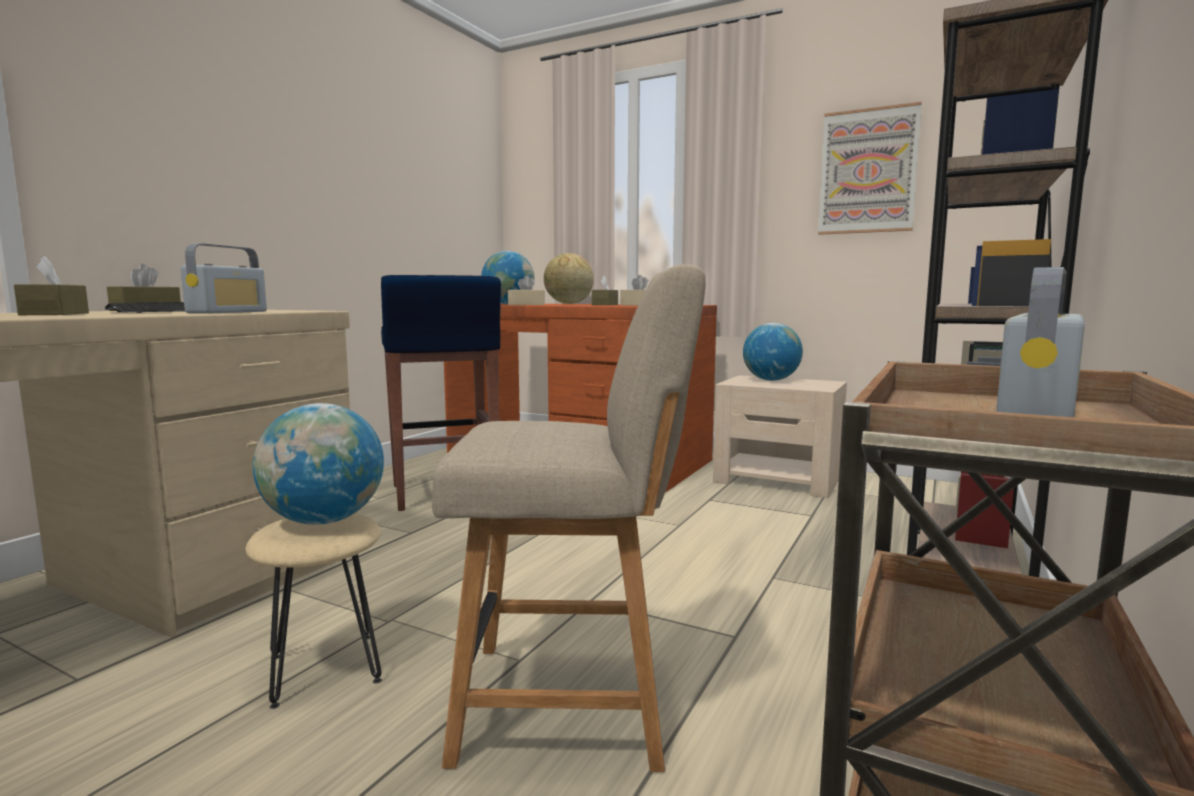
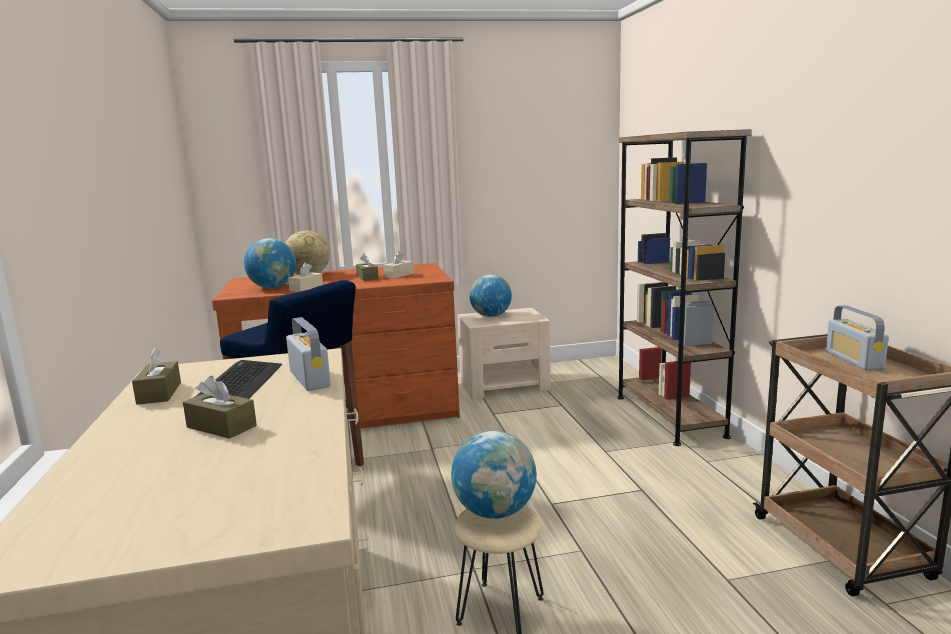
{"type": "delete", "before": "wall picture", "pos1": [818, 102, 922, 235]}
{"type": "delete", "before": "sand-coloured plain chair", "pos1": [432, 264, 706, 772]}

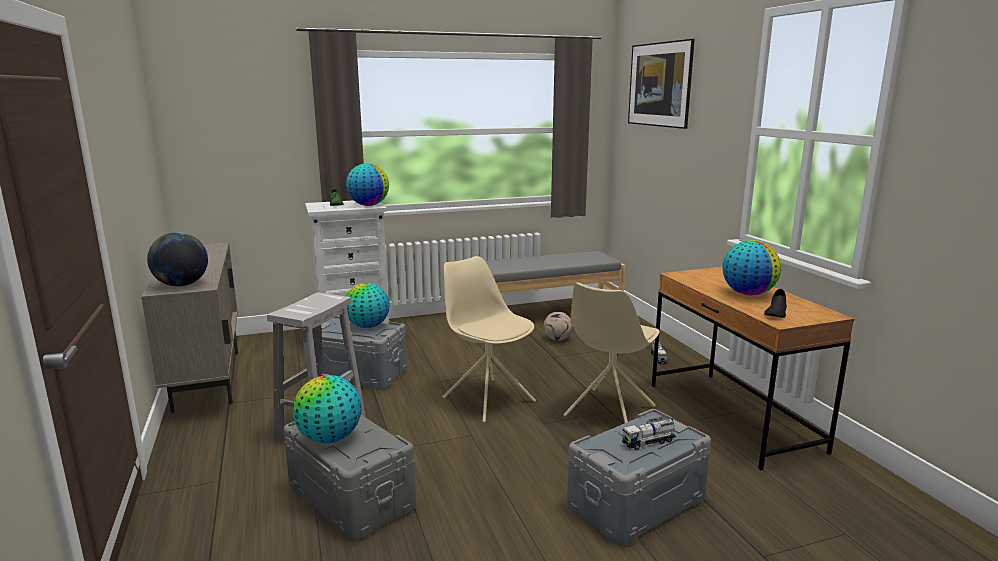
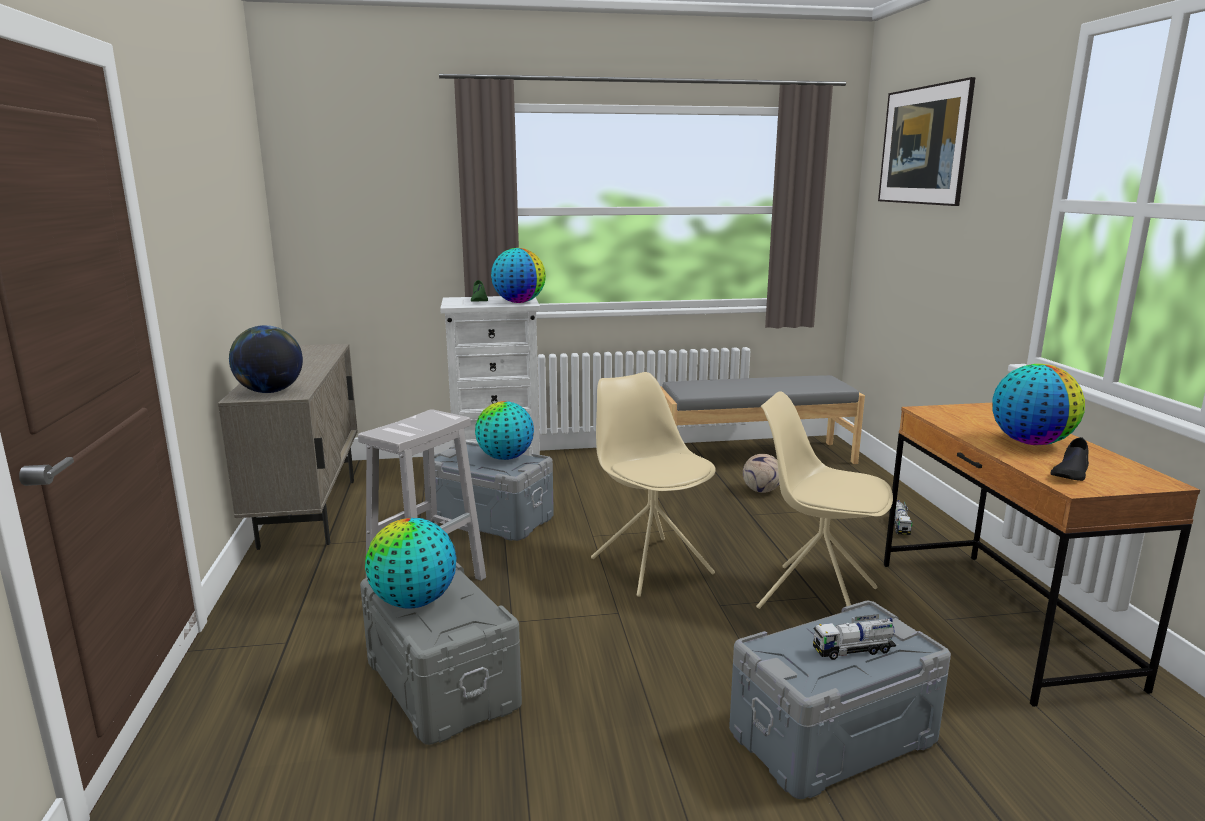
{"type": "rotate", "before": "sand-coloured plain chair", "pos1": [564, 283, 660, 423], "pos2": [756, 391, 893, 609], "turn": 75}

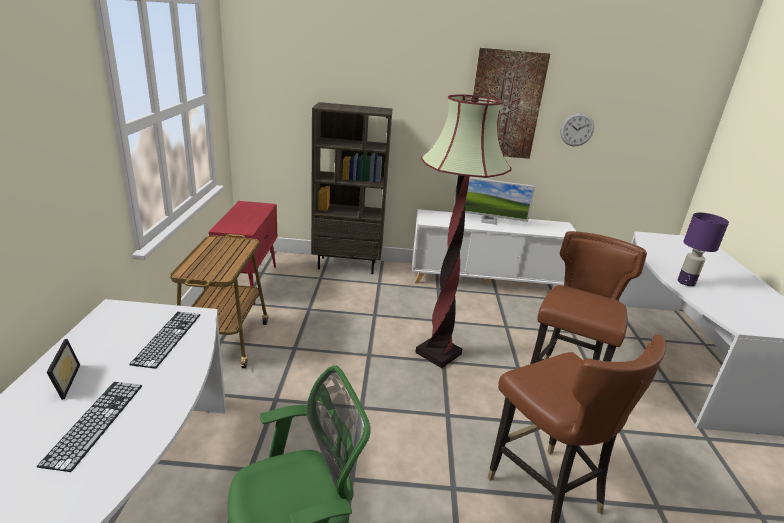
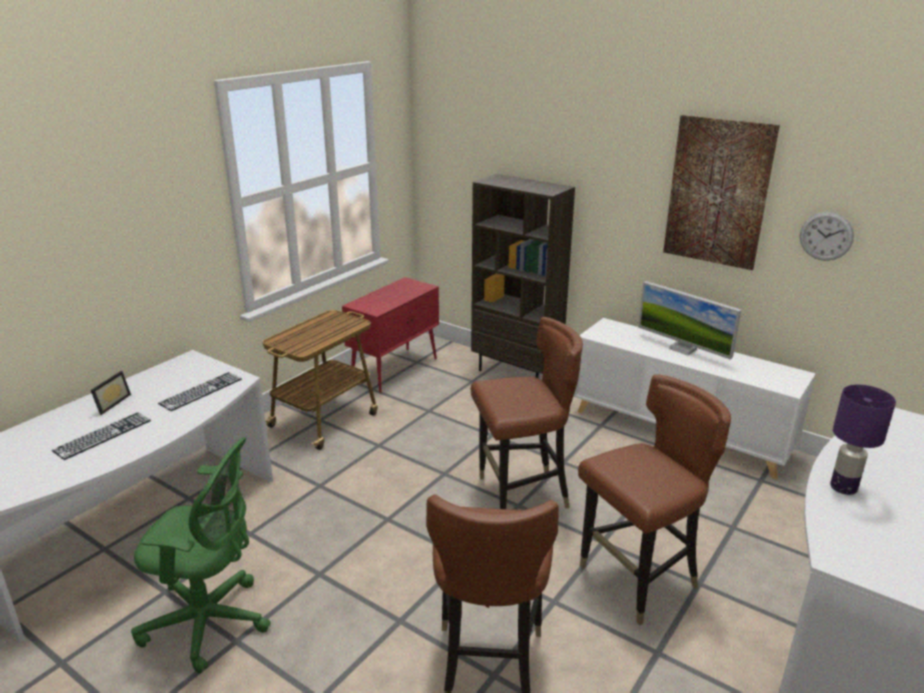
{"type": "replace", "before": "standing lamp", "after": "brown plain chair", "pos1": [415, 94, 512, 368], "pos2": [471, 317, 583, 509]}

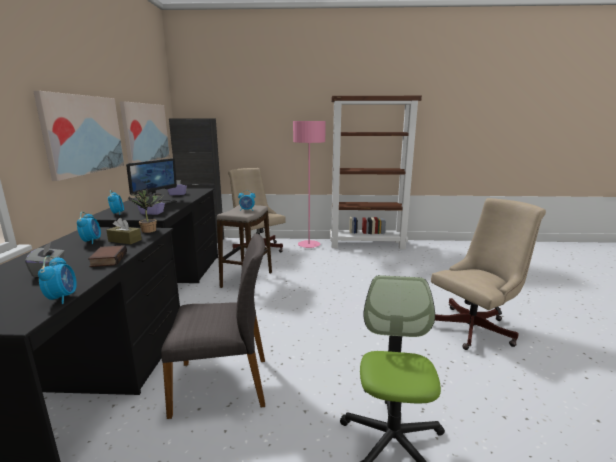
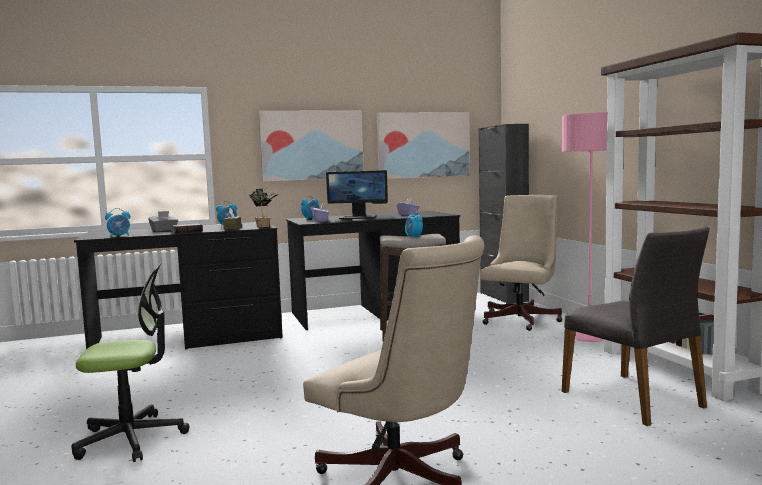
{"type": "move", "before": "gray plain chair", "pos1": [161, 233, 265, 419], "pos2": [562, 227, 709, 426]}

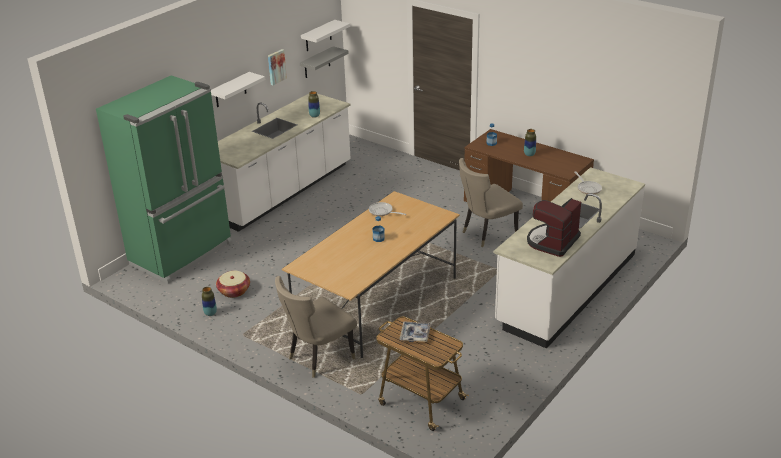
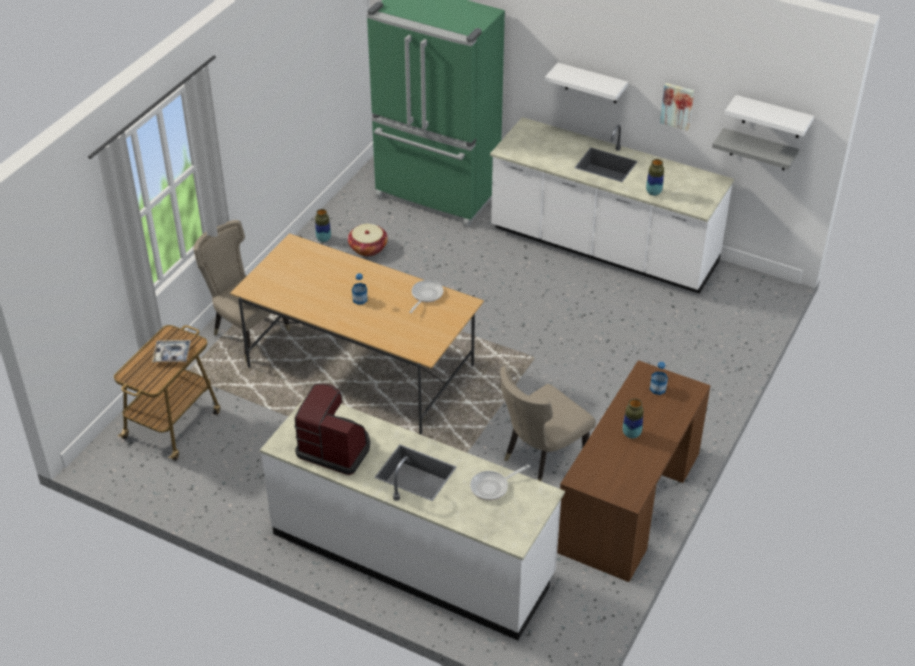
{"type": "rotate", "before": "sand-coloured plain chair", "pos1": [459, 158, 523, 247], "pos2": [500, 367, 596, 481], "turn": -90}

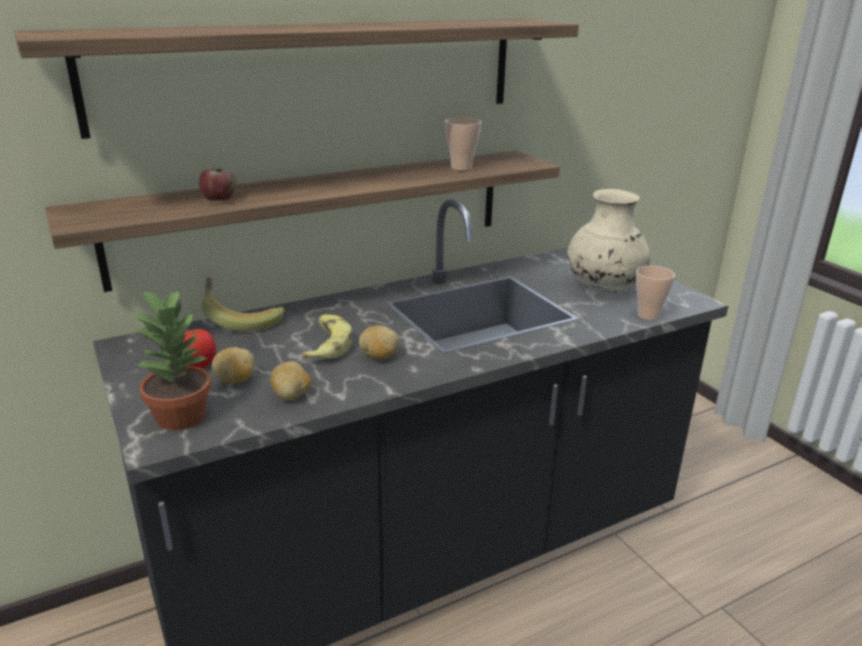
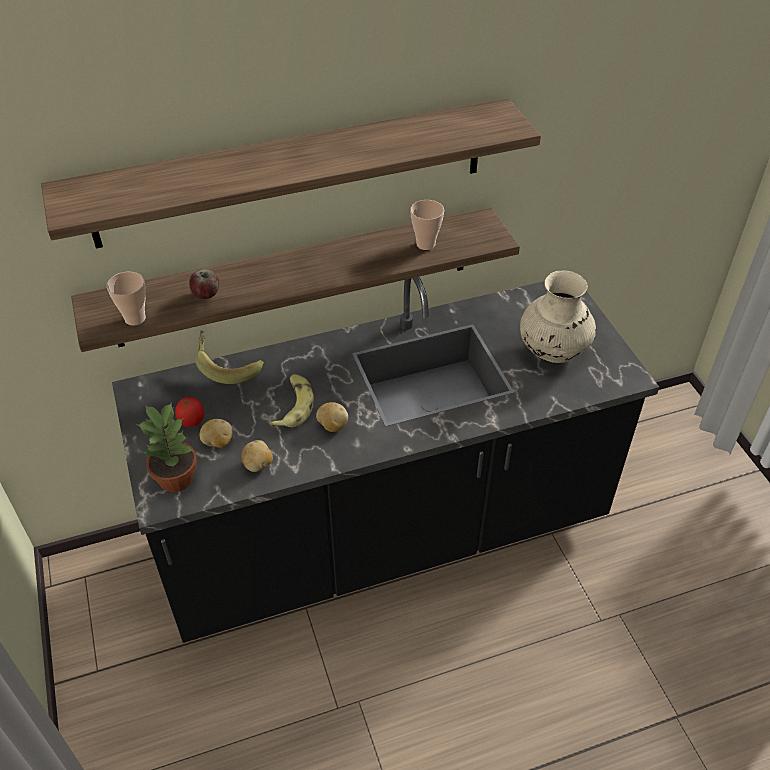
{"type": "move", "before": "cup", "pos1": [636, 266, 675, 320], "pos2": [107, 272, 146, 325]}

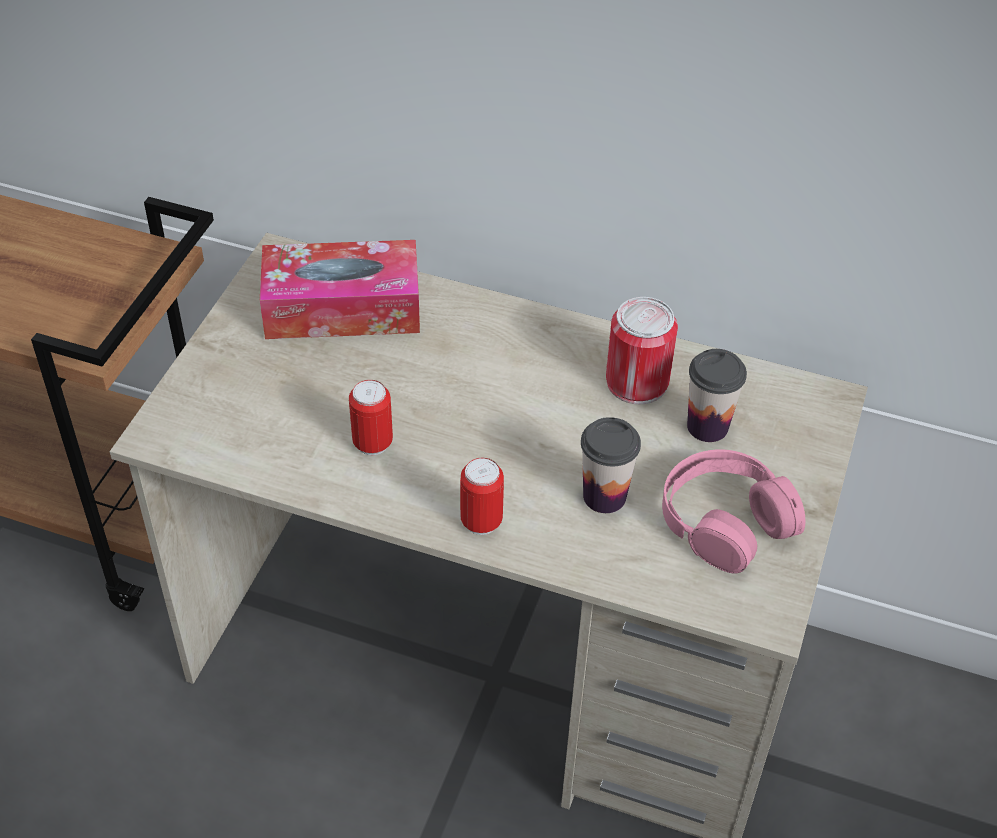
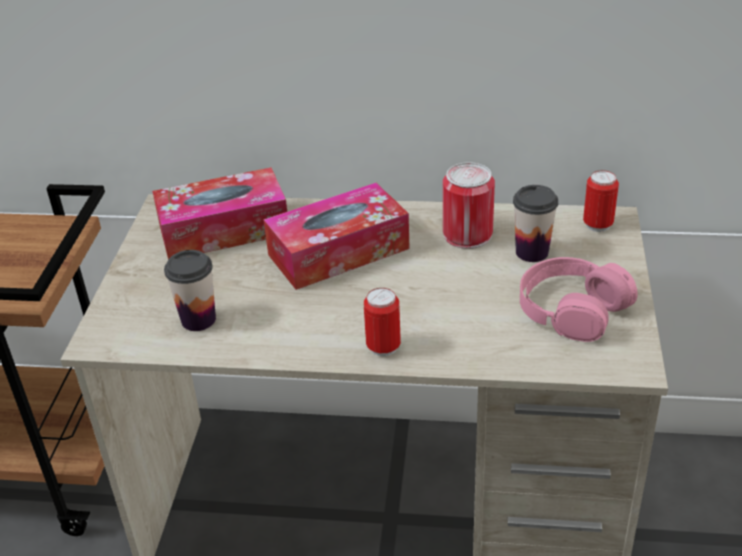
{"type": "move", "before": "can", "pos1": [349, 380, 393, 455], "pos2": [583, 170, 619, 232]}
{"type": "move", "before": "cup", "pos1": [581, 417, 641, 513], "pos2": [164, 250, 216, 331]}
{"type": "insert", "after": "tissue holder", "pos2": [263, 183, 410, 290]}

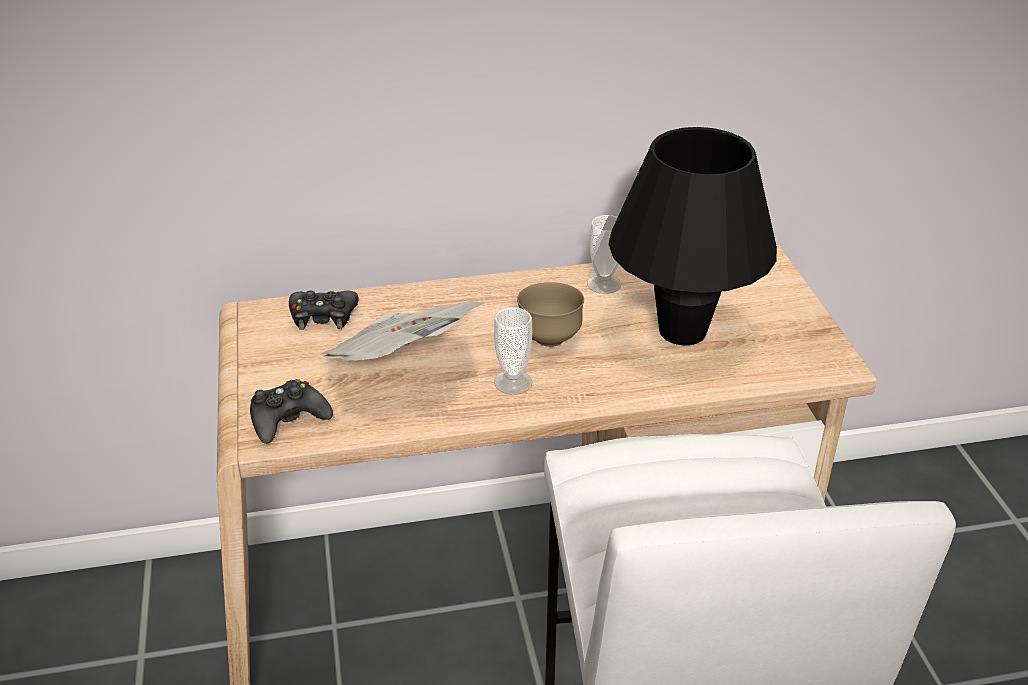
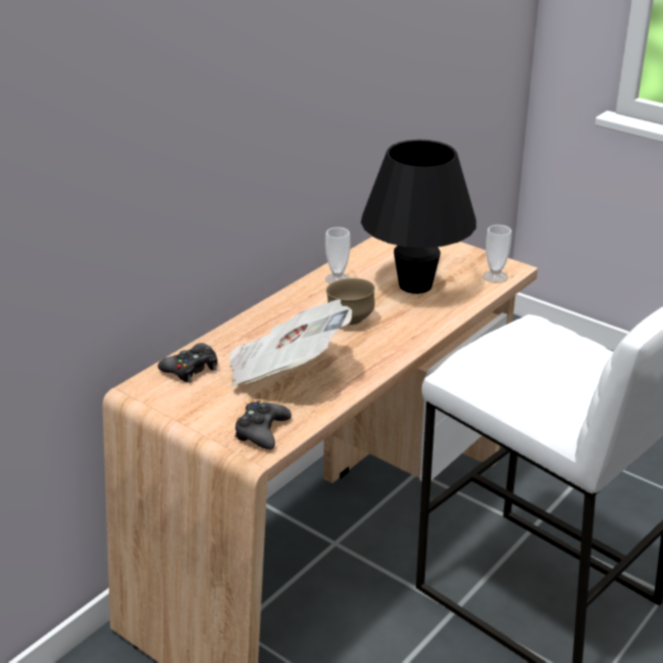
{"type": "move", "before": "cup", "pos1": [494, 307, 533, 395], "pos2": [483, 225, 512, 283]}

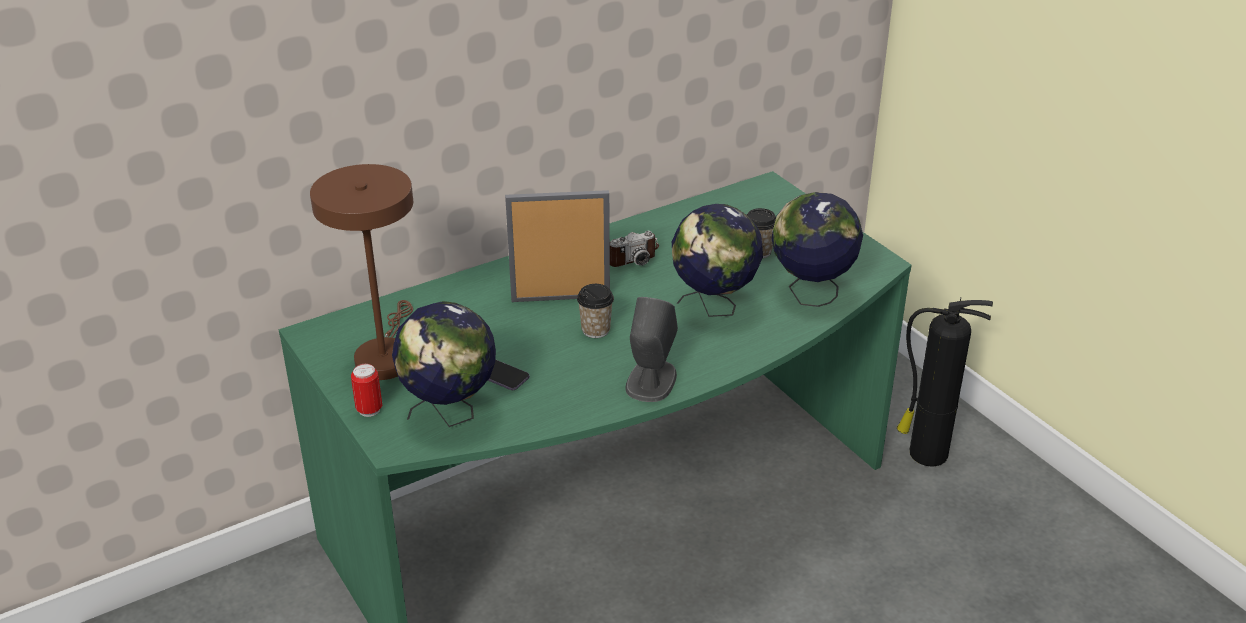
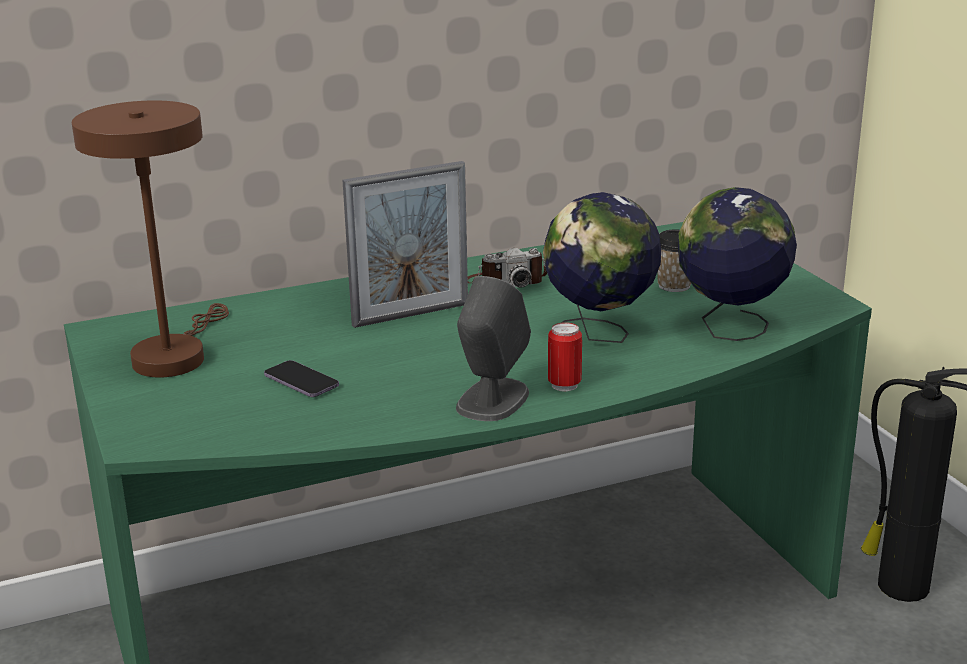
{"type": "rotate", "before": "standing frame", "pos1": [505, 190, 610, 302], "pos2": [342, 161, 468, 328], "turn": 150}
{"type": "delete", "before": "cup", "pos1": [577, 284, 614, 338]}
{"type": "delete", "before": "world globe", "pos1": [392, 301, 496, 427]}
{"type": "move", "before": "can", "pos1": [351, 364, 382, 417], "pos2": [548, 322, 582, 391]}

